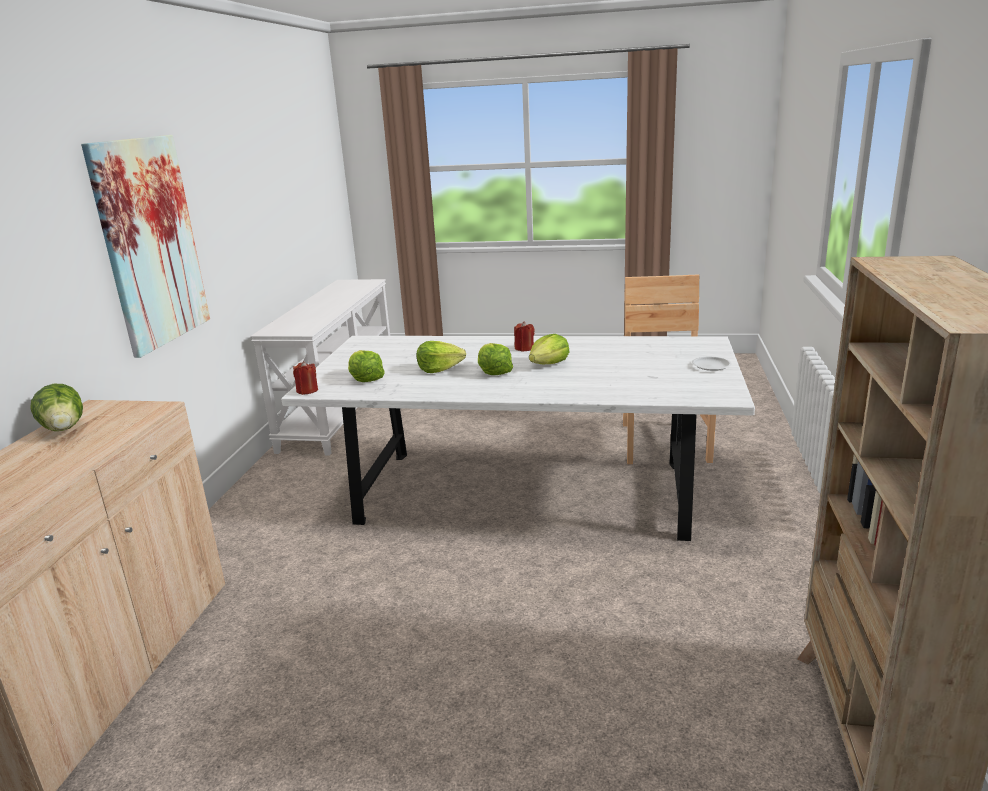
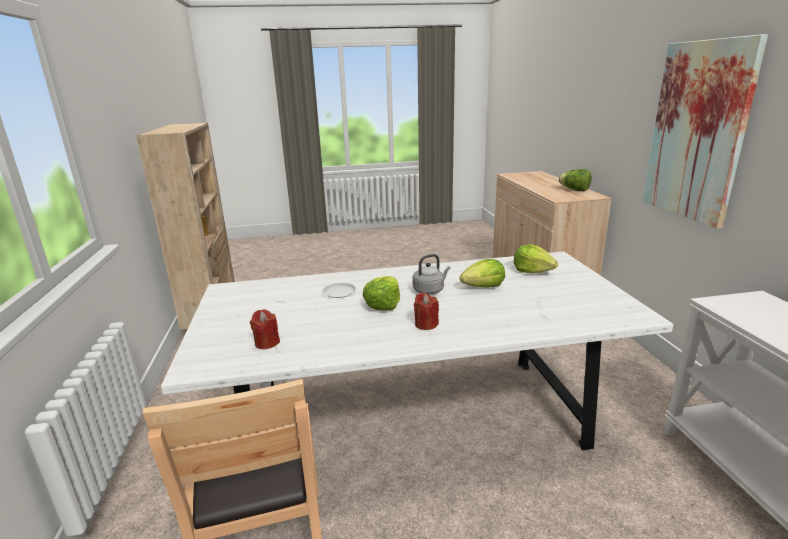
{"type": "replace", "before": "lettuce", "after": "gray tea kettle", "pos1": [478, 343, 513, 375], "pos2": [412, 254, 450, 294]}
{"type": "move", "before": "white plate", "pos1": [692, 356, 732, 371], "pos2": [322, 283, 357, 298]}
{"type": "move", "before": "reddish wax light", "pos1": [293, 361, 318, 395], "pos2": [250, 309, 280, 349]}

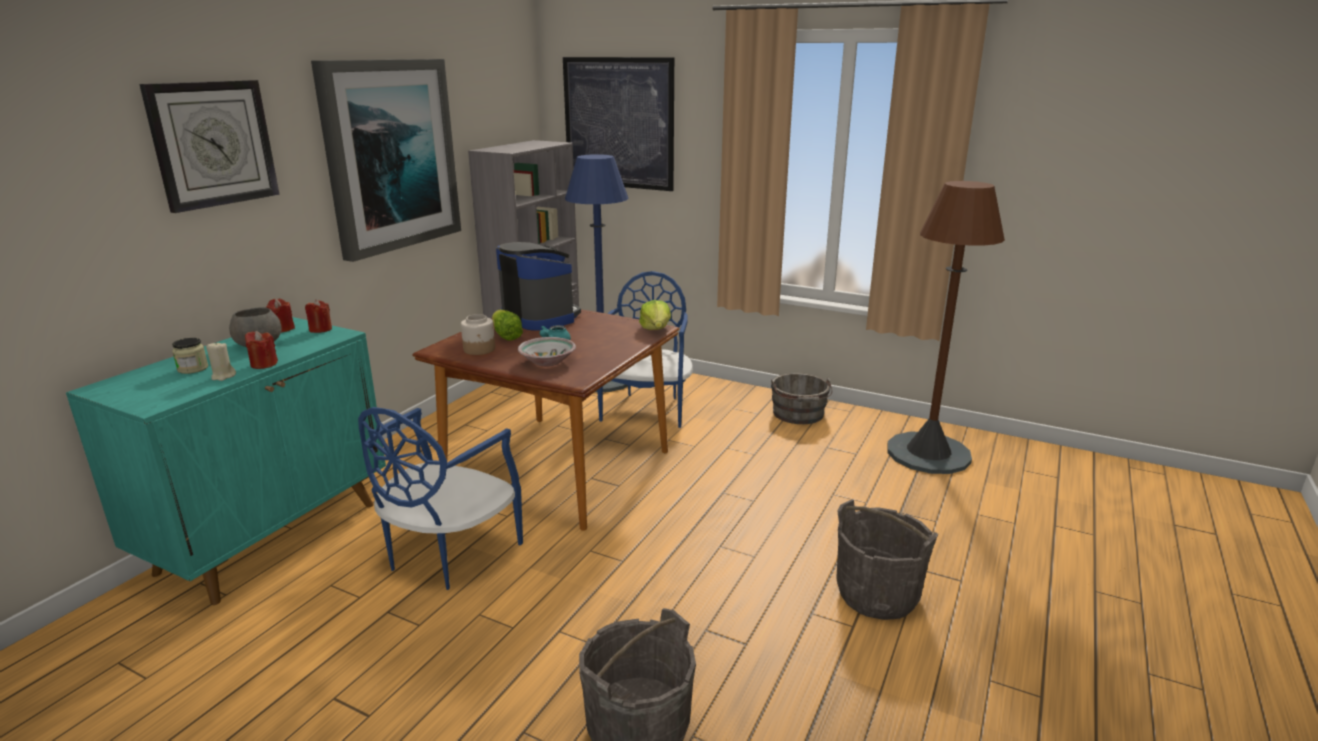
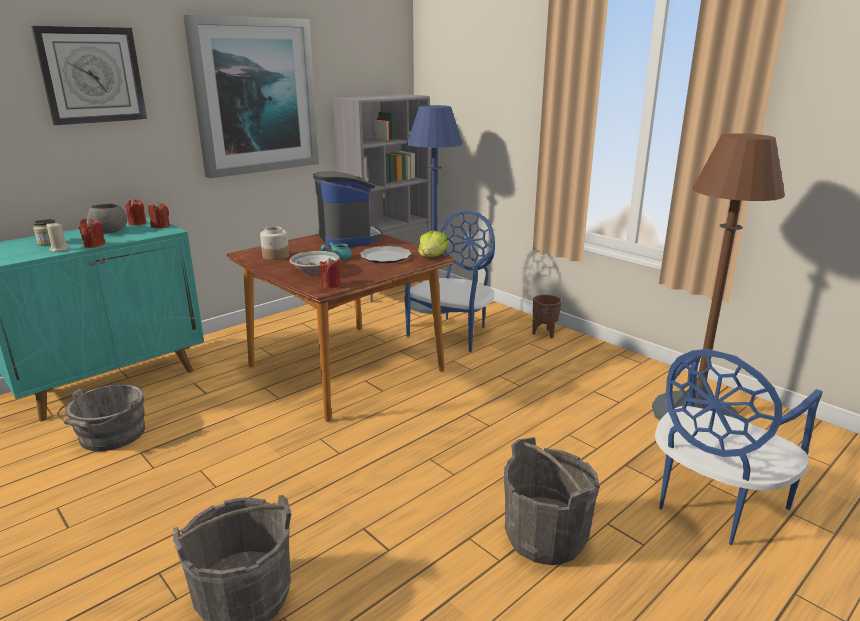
{"type": "delete", "before": "wall picture", "pos1": [563, 57, 674, 191]}
{"type": "delete", "before": "lettuce", "pos1": [492, 309, 523, 341]}
{"type": "move", "before": "gray water bucket", "pos1": [771, 373, 833, 424], "pos2": [57, 384, 145, 451]}
{"type": "move", "before": "blue-coloured plain chair", "pos1": [358, 407, 523, 590], "pos2": [655, 349, 823, 545]}
{"type": "insert", "after": "plate", "pos2": [360, 246, 411, 263]}
{"type": "insert", "after": "reddish wax light", "pos2": [320, 258, 341, 288]}
{"type": "insert", "after": "brown flower pot", "pos2": [532, 295, 561, 339]}

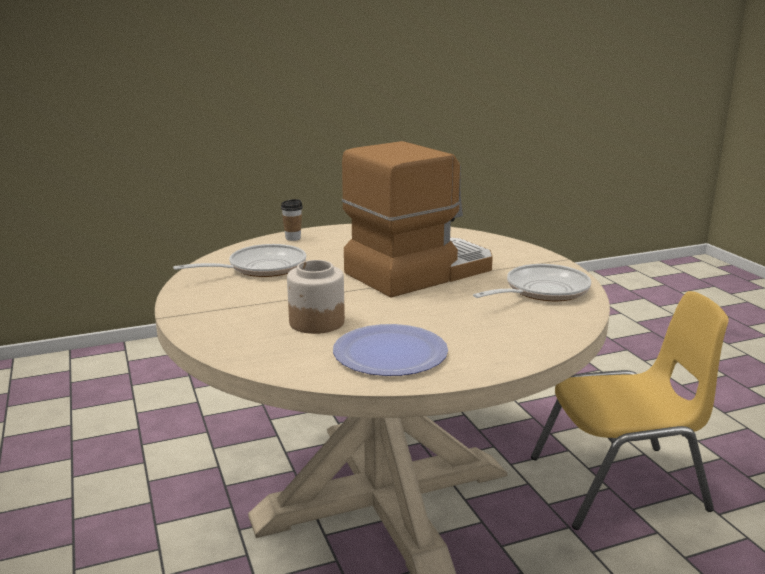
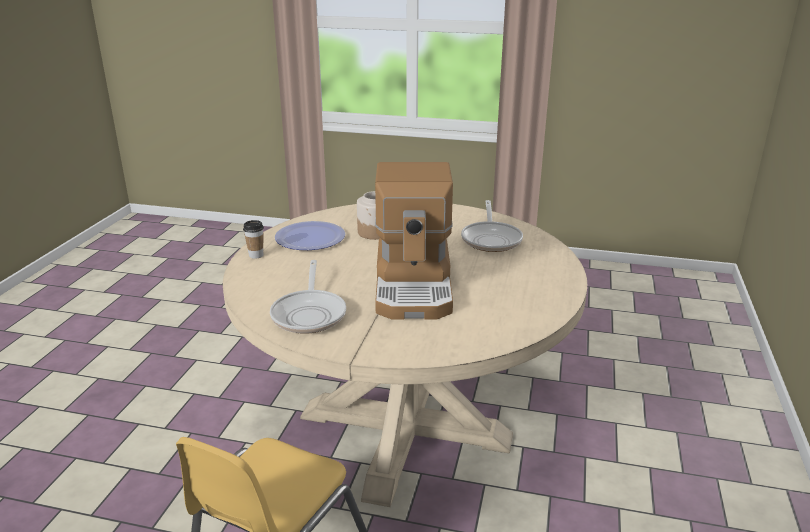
{"type": "move", "before": "cup", "pos1": [281, 199, 303, 241], "pos2": [243, 220, 264, 259]}

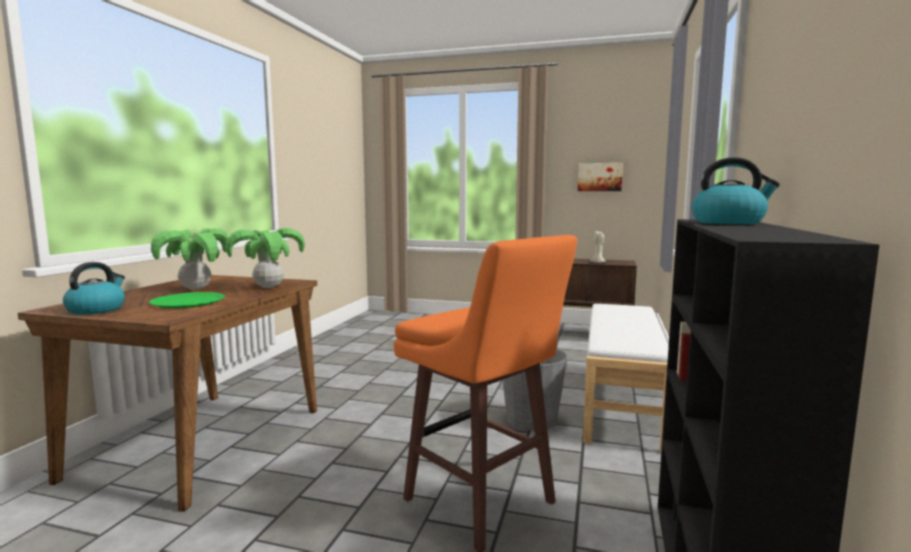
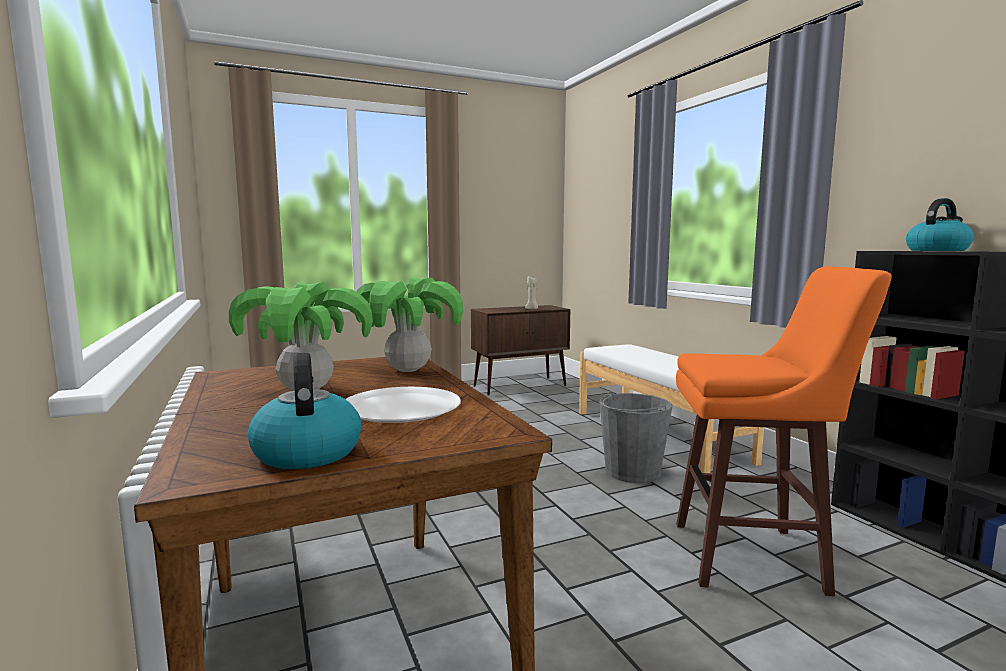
{"type": "delete", "before": "wall picture", "pos1": [578, 163, 623, 191]}
{"type": "recolor", "before": "green plate", "after": "white plate", "pos1": [149, 292, 225, 308], "pos2": [346, 387, 461, 423]}

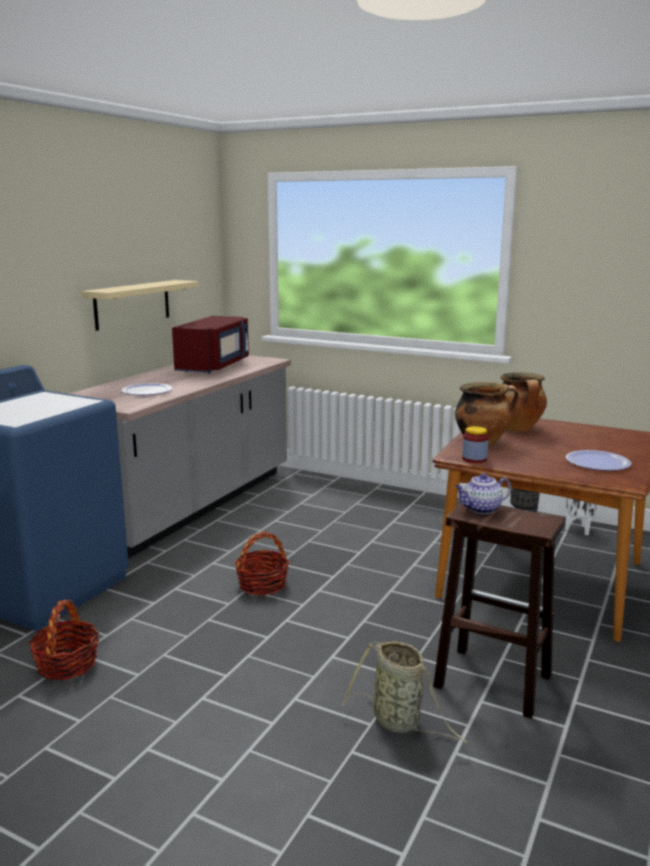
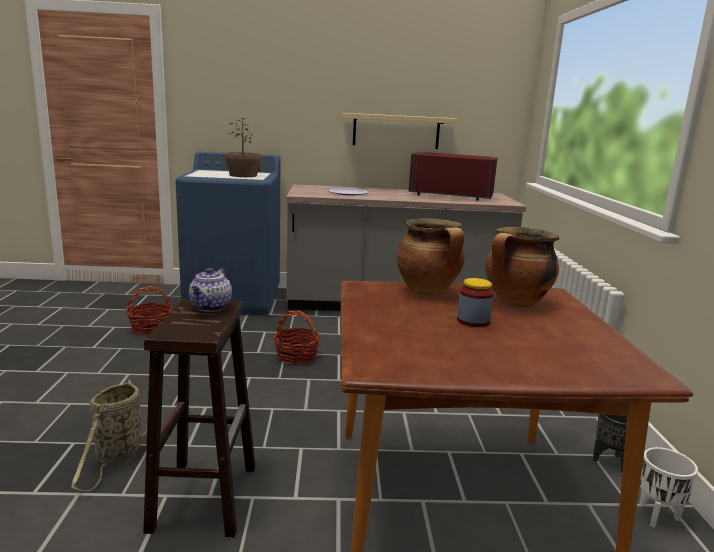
{"type": "rotate", "before": "reddish microwave oven", "pos1": [172, 316, 249, 373], "pos2": [408, 152, 497, 201], "turn": -150}
{"type": "move", "before": "jar", "pos1": [462, 426, 489, 463], "pos2": [457, 278, 494, 327]}
{"type": "delete", "before": "plate", "pos1": [566, 450, 632, 471]}
{"type": "rotate", "before": "teapot", "pos1": [455, 473, 511, 514], "pos2": [189, 268, 232, 312], "turn": -120}
{"type": "insert", "after": "potted plant", "pos2": [224, 118, 262, 177]}

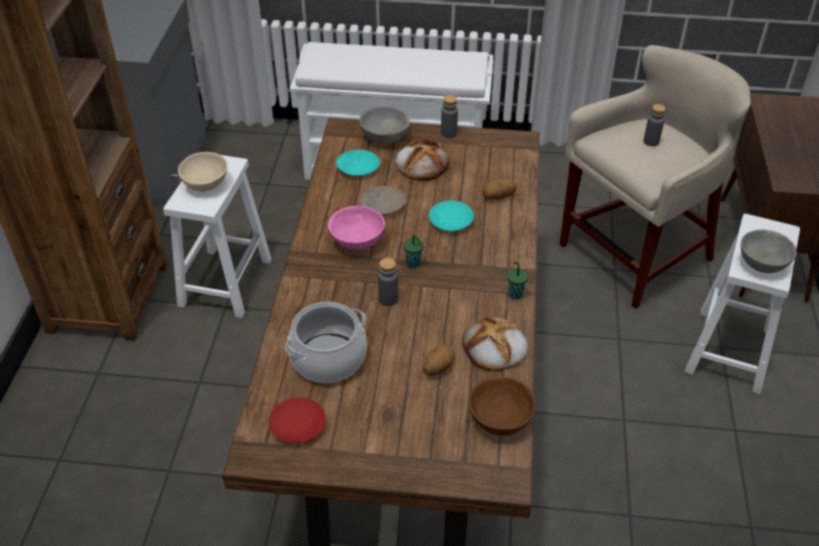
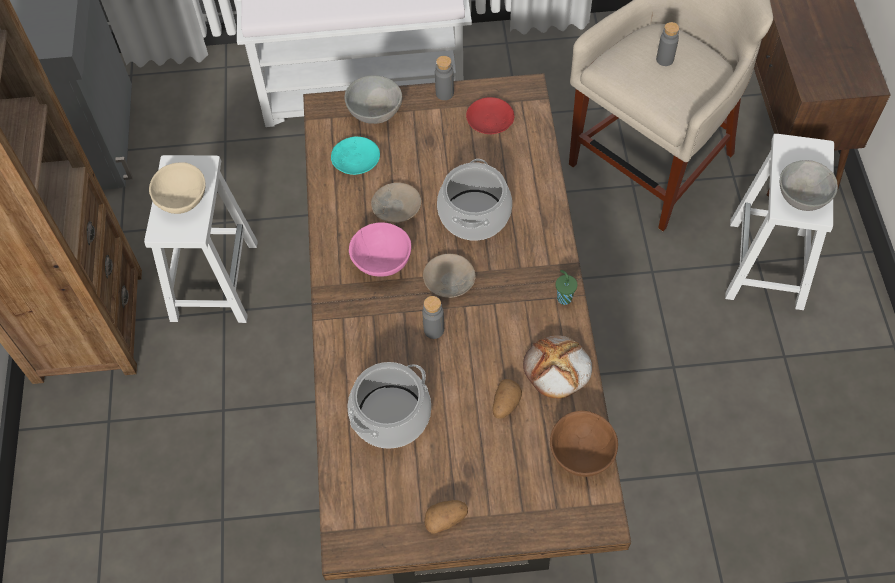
{"type": "delete", "before": "baked bread", "pos1": [395, 140, 449, 181]}
{"type": "move", "before": "spud", "pos1": [482, 179, 517, 199], "pos2": [424, 500, 468, 534]}
{"type": "replace", "before": "blue-green plate", "after": "cooking pot", "pos1": [429, 201, 474, 231], "pos2": [437, 159, 512, 241]}
{"type": "replace", "before": "green cup", "after": "sand-coloured plate", "pos1": [403, 235, 423, 268], "pos2": [423, 254, 476, 298]}
{"type": "move", "before": "reddish plate", "pos1": [269, 397, 326, 443], "pos2": [466, 97, 514, 134]}

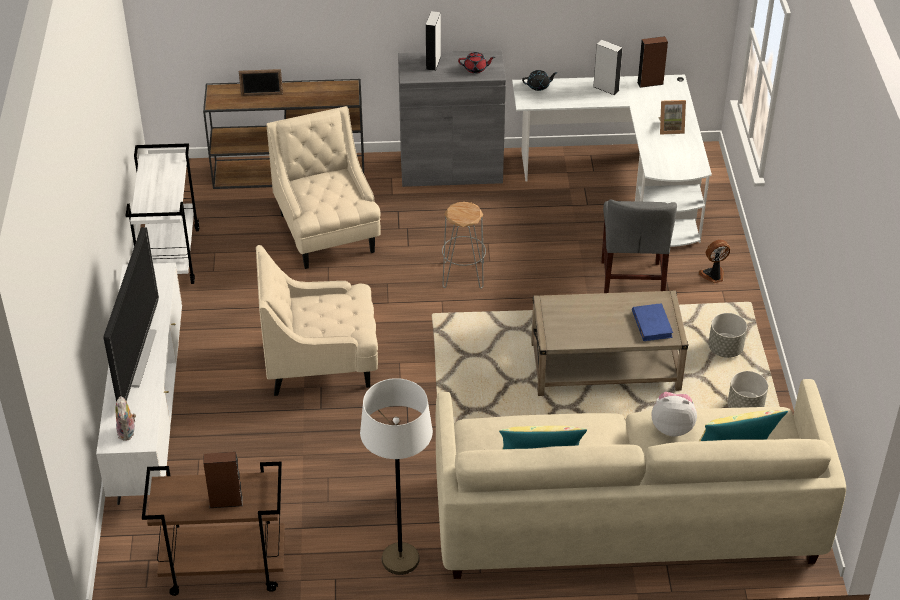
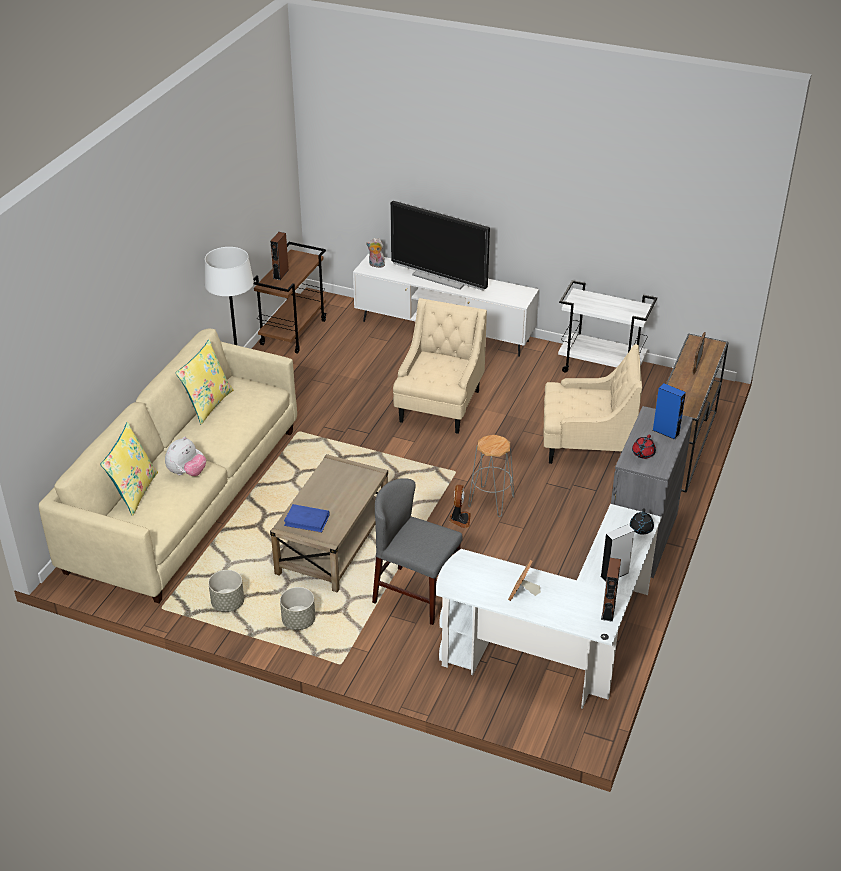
{"type": "recolor", "before": "gray loudspeaker", "after": "blue-coloured loudspeaker", "pos1": [426, 11, 441, 71], "pos2": [653, 383, 686, 440]}
{"type": "move", "before": "electric fan", "pos1": [698, 240, 730, 283], "pos2": [449, 485, 471, 528]}

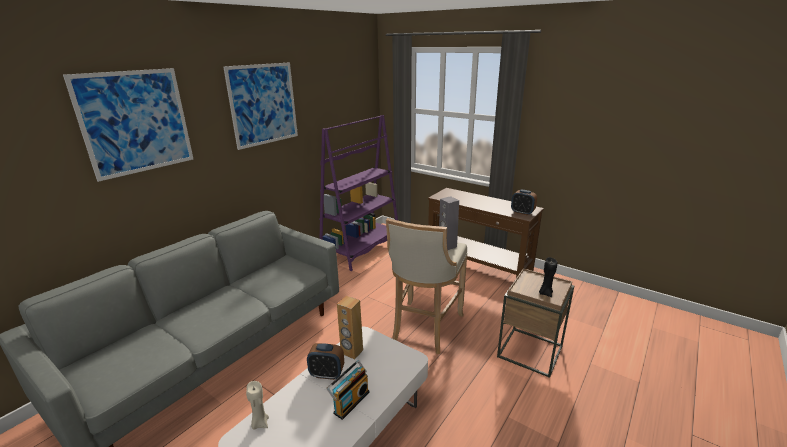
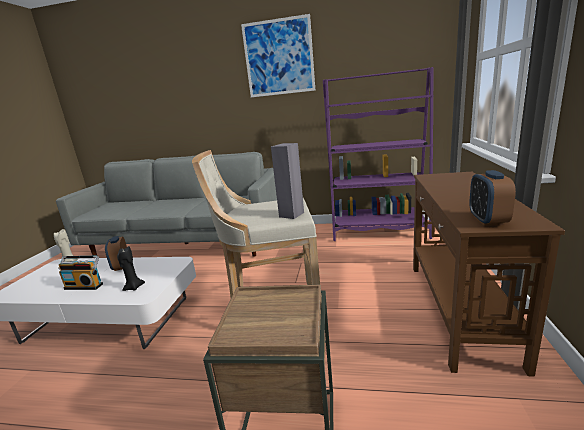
{"type": "delete", "before": "wall picture", "pos1": [63, 68, 193, 182]}
{"type": "move", "before": "blackish wax light", "pos1": [539, 257, 558, 297], "pos2": [117, 246, 145, 291]}
{"type": "delete", "before": "brown loudspeaker", "pos1": [337, 296, 363, 359]}

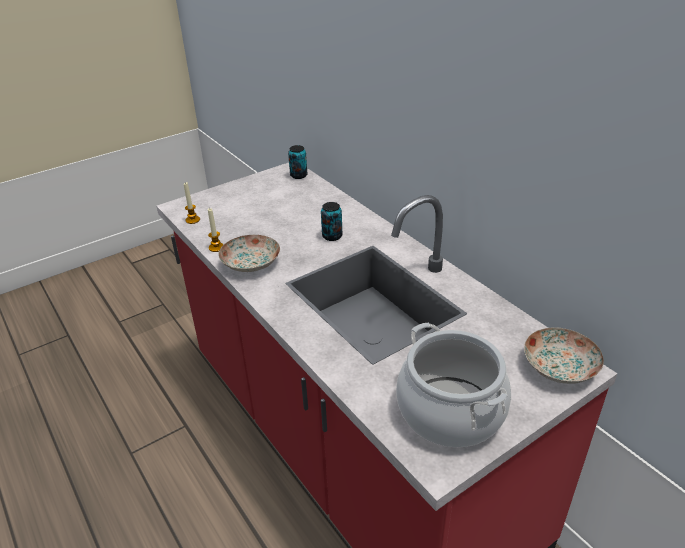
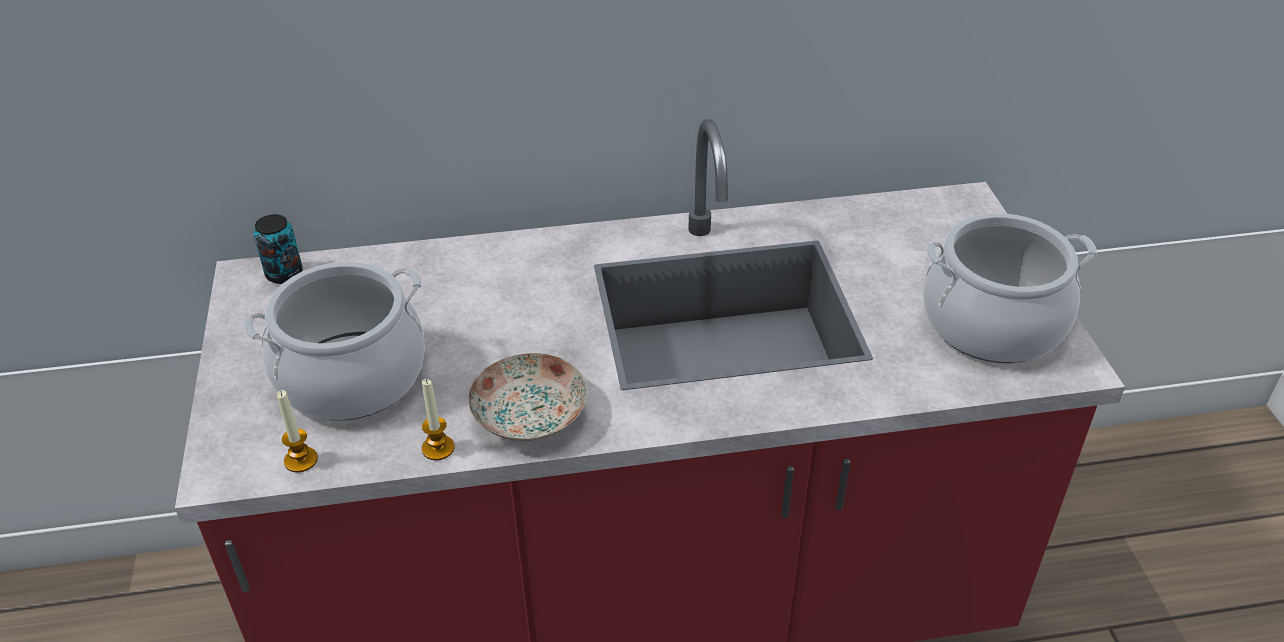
{"type": "delete", "before": "can", "pos1": [321, 202, 342, 241]}
{"type": "delete", "before": "plate", "pos1": [524, 327, 604, 384]}
{"type": "insert", "after": "cooking pot", "pos2": [243, 262, 425, 421]}

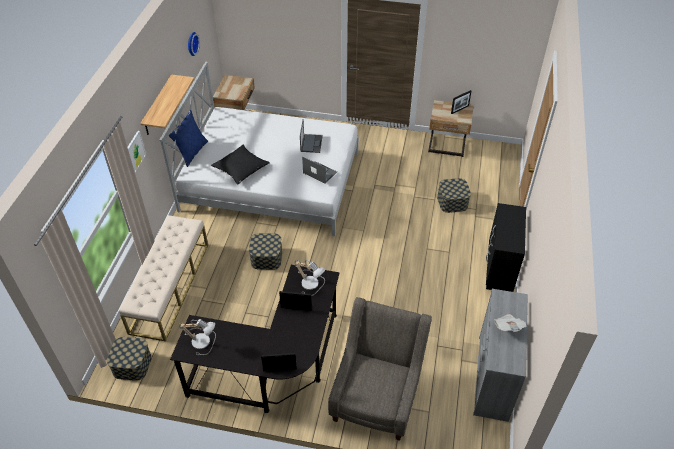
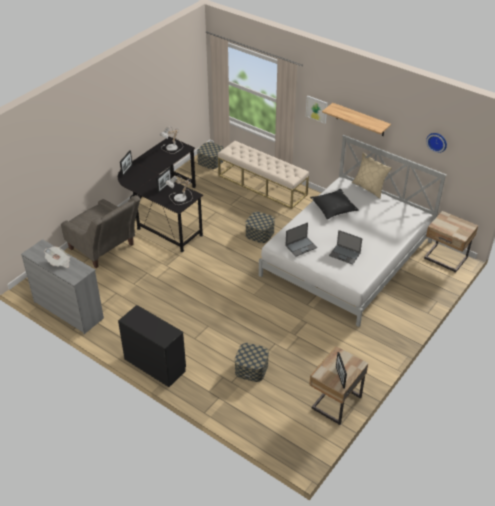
{"type": "recolor", "before": "blue-coloured pillow", "after": "sand-coloured pillow", "pos1": [169, 110, 208, 167], "pos2": [352, 152, 392, 199]}

